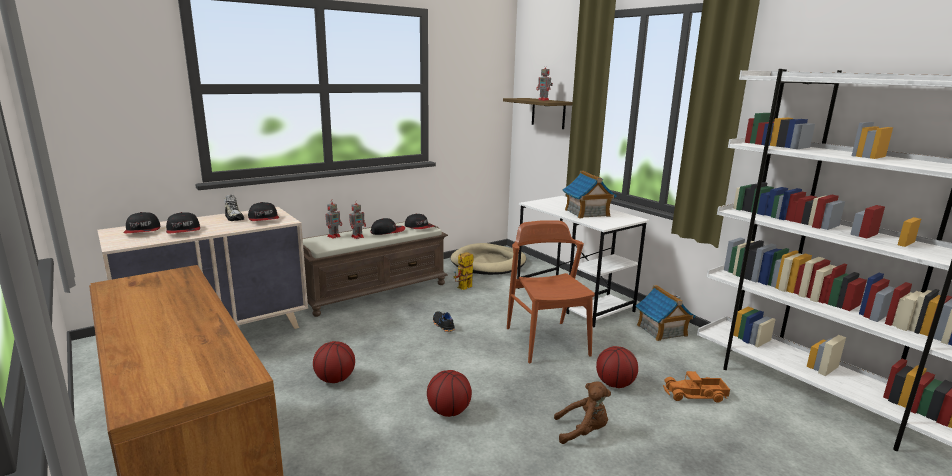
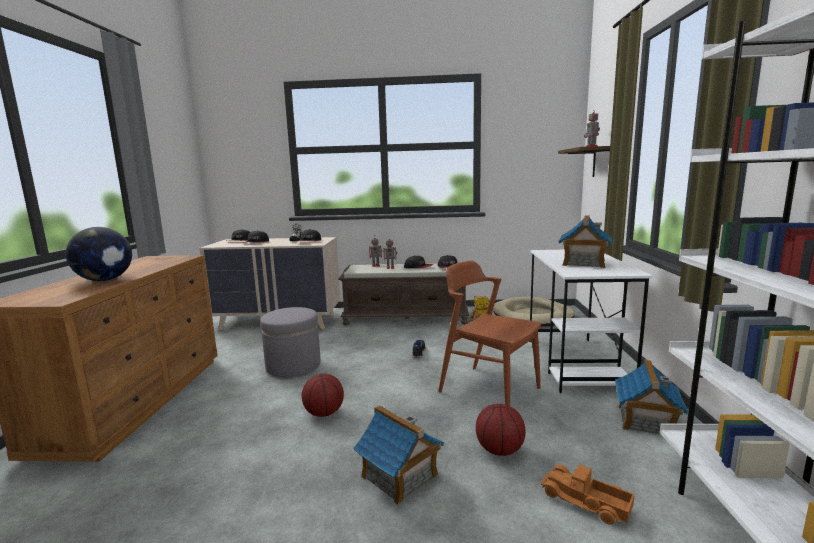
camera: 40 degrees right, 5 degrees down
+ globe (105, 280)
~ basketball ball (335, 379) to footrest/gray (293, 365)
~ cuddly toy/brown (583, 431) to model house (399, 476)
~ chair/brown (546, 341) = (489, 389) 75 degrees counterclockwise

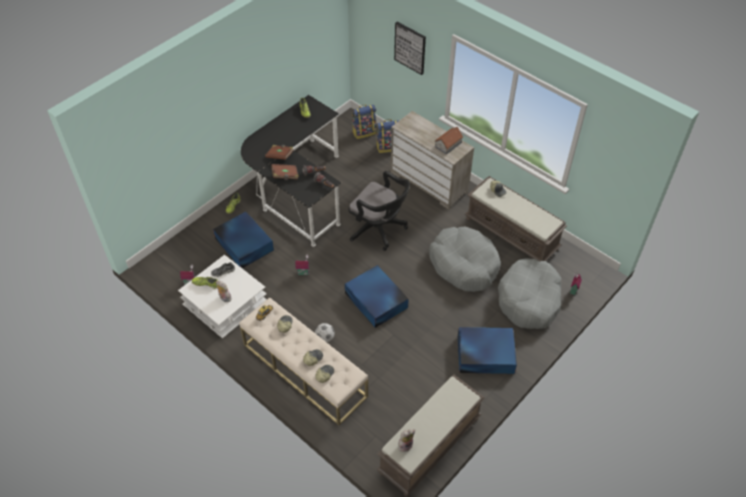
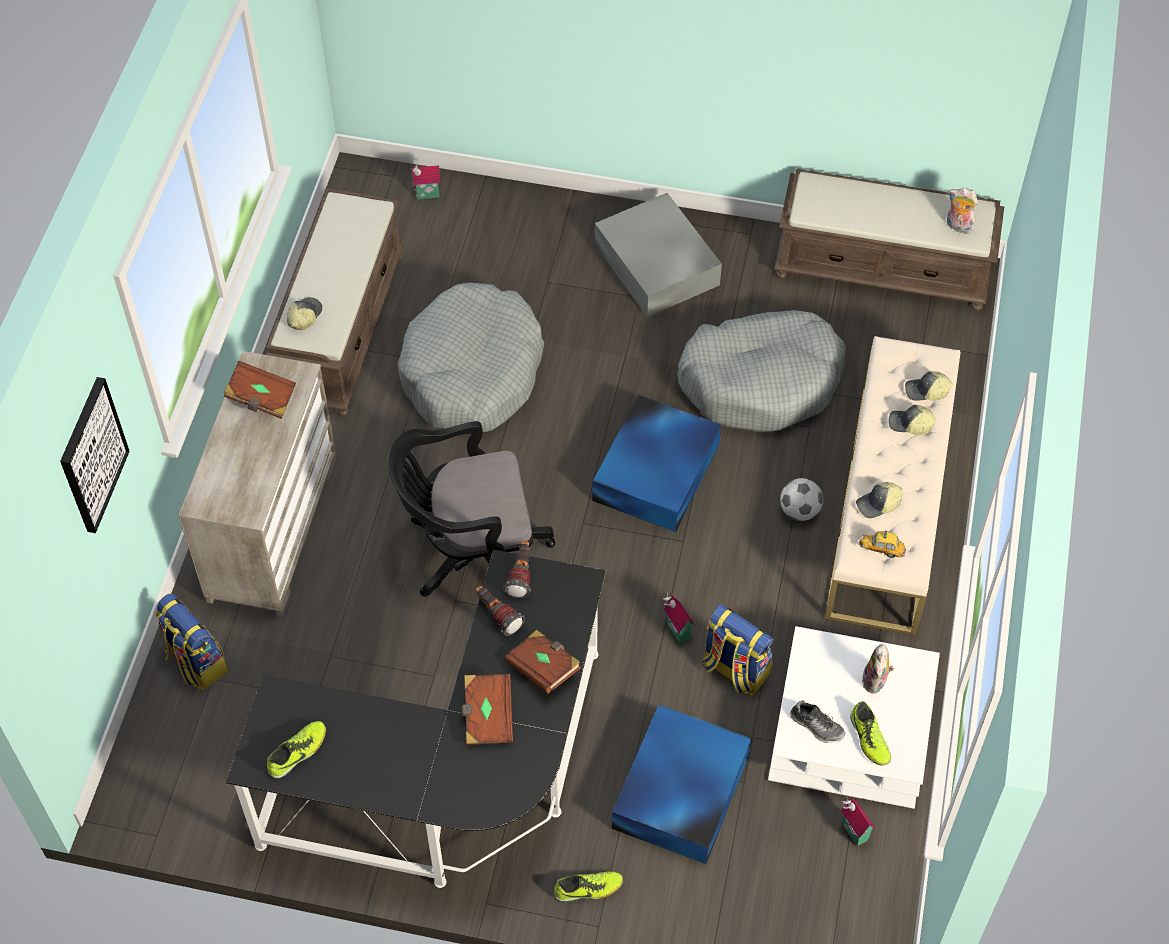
camera: 120 degrees left, 5 degrees up
~ rucksack (364, 132) to (734, 670)
~ dog bed/gray (529, 300) to (761, 381)
~ model house (448, 144) to book/brown (261, 398)
~ storage bin/blue-coloured (484, 354) to storage bin/gray (657, 266)
~ office chair/black (379, 229) = (471, 554) 105 degrees counterclockwise

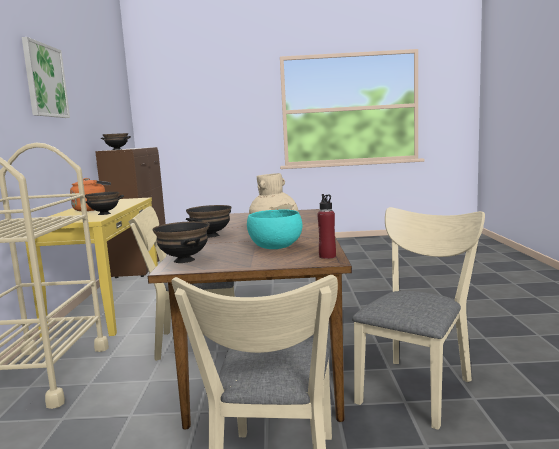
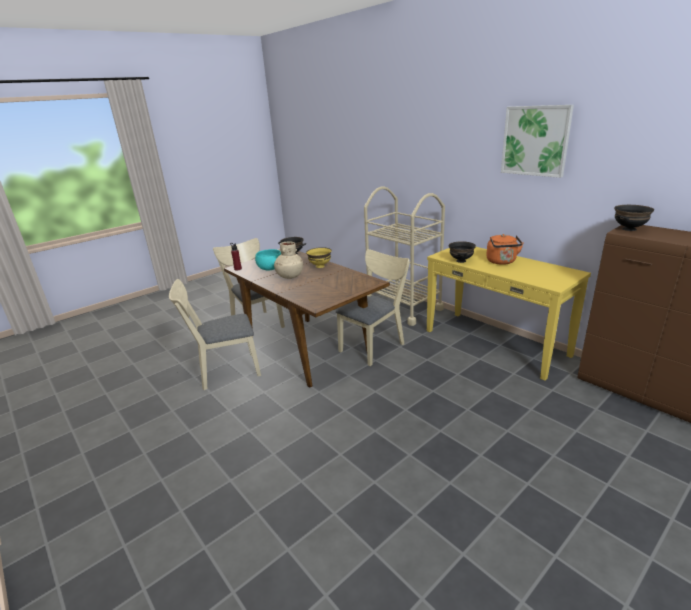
camera: 140 degrees right, 15 degrees up
~ serving bowl/black (210, 235) to serving bowl/yellow (320, 266)
~ chair/beige-coloured (417, 386) = (224, 372) 75 degrees clockwise

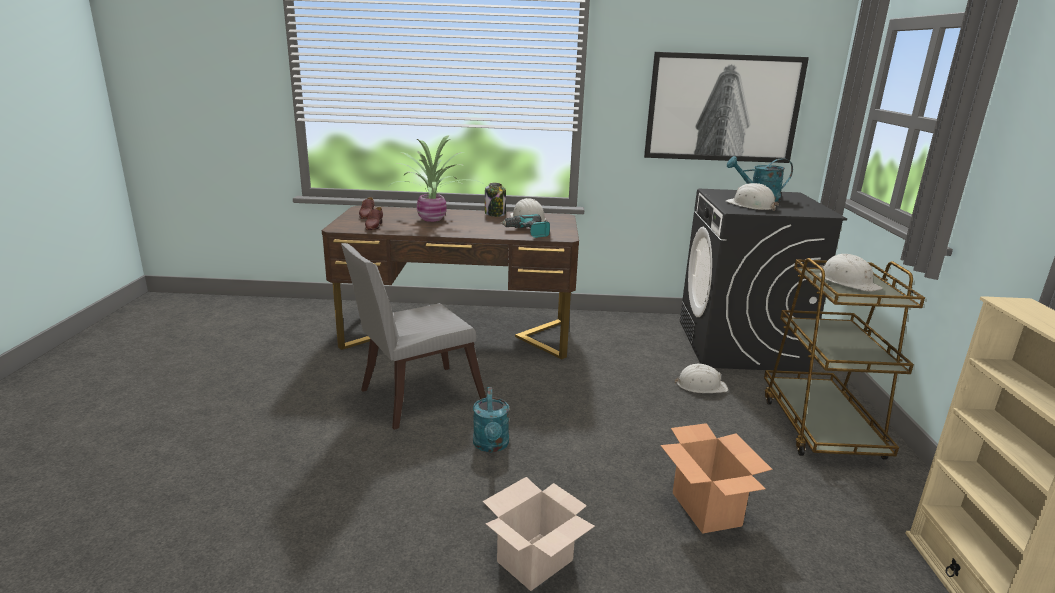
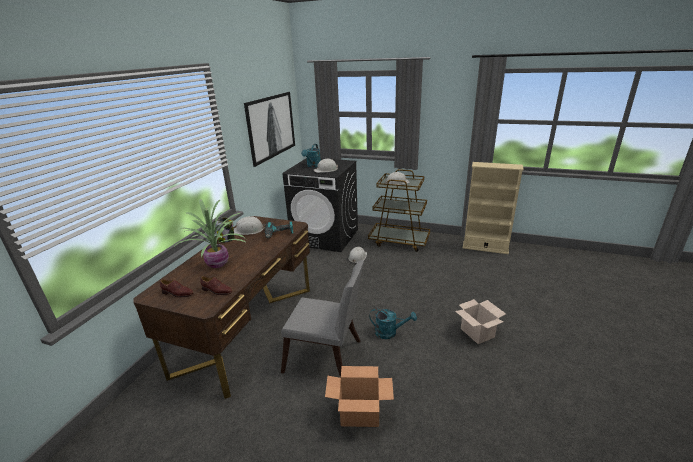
camera: 70 degrees left, 5 degrees up
~ packing box (707, 509) to (360, 414)
~ chair/gray (414, 398) = (327, 358) 60 degrees counterclockwise

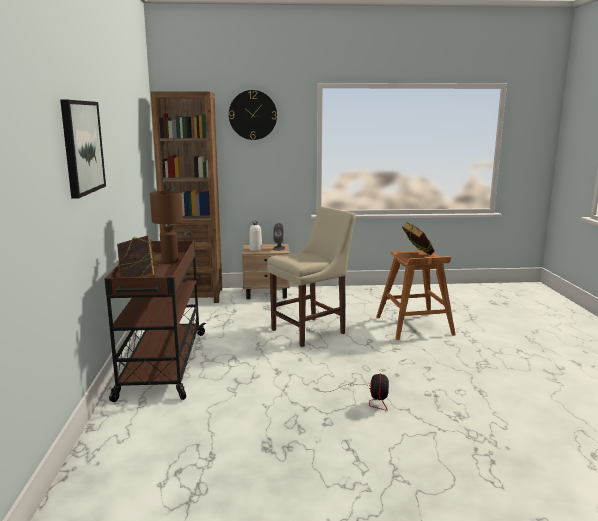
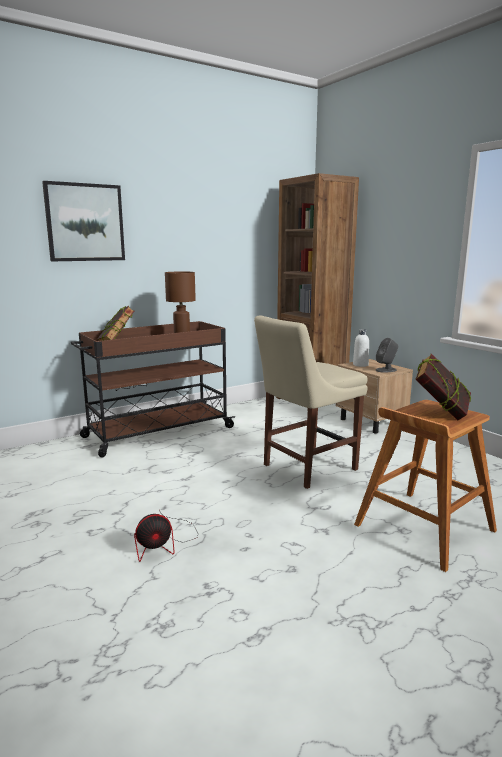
camera: 60 degrees right, 0 degrees up
- hanging clock (253, 115)
~ chair/beige-coloured (311, 331) = (306, 468) 120 degrees clockwise

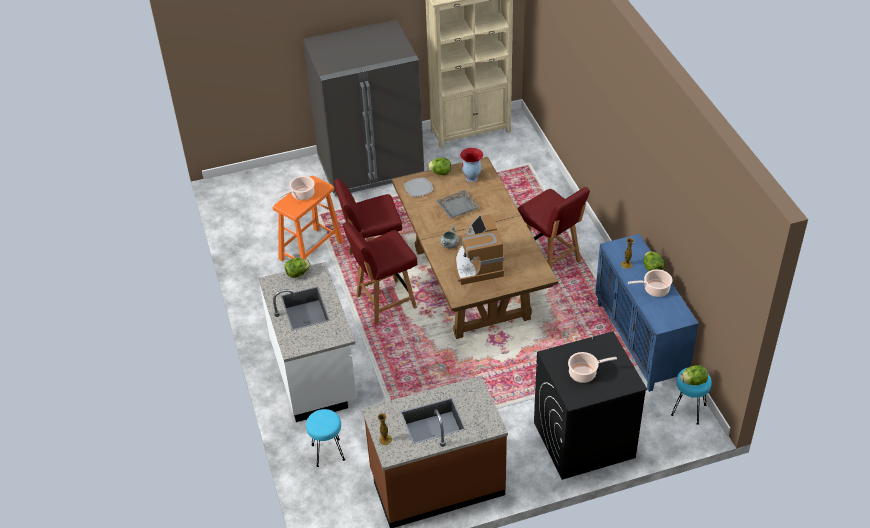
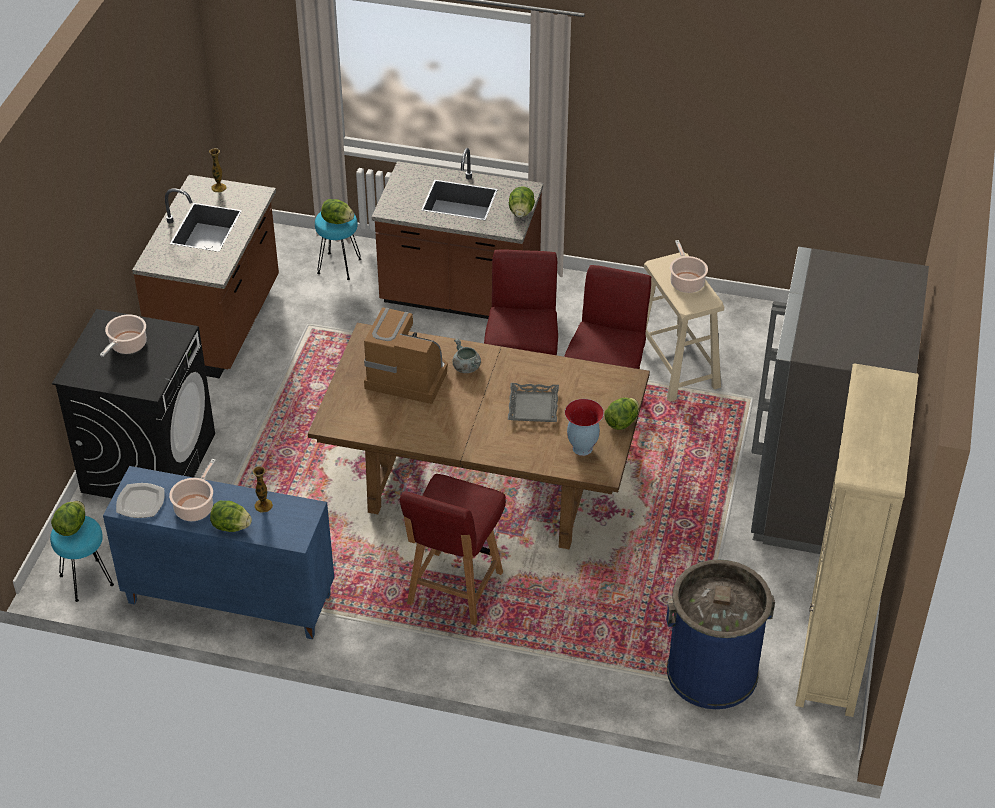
camera: 120 degrees right, 0 degrees up
+ head of lettuce (337, 221)
+ rubbish bin/blue-coloured (712, 671)
~ dinner plate (419, 188) to (140, 502)
~ kitchen base unit/white-coloured (315, 372) to kitchen base unit/brown (460, 296)
~ stool seat/orange (311, 250) to stool seat/beige-coloured (676, 367)
~ chair/red (550, 261) = (454, 590) 60 degrees counterclockwise

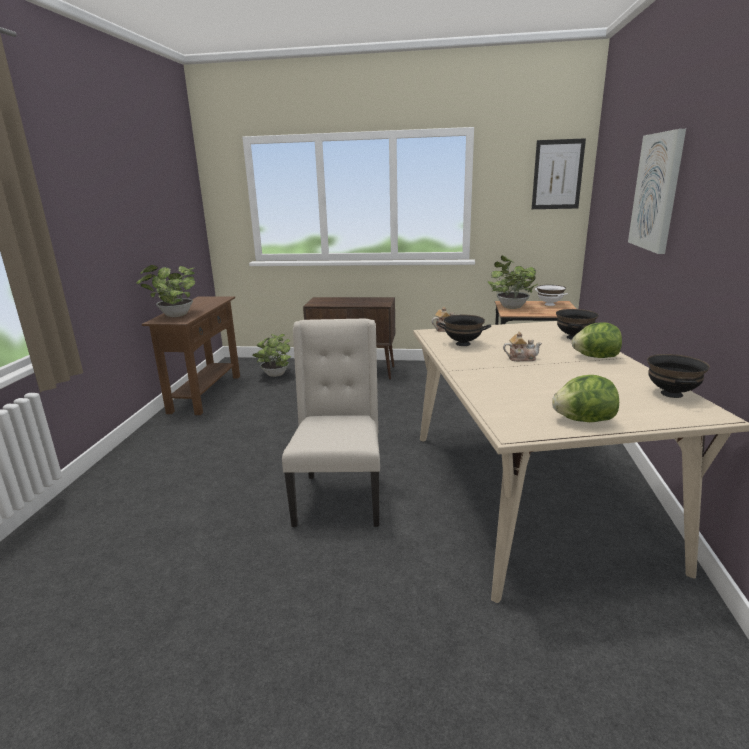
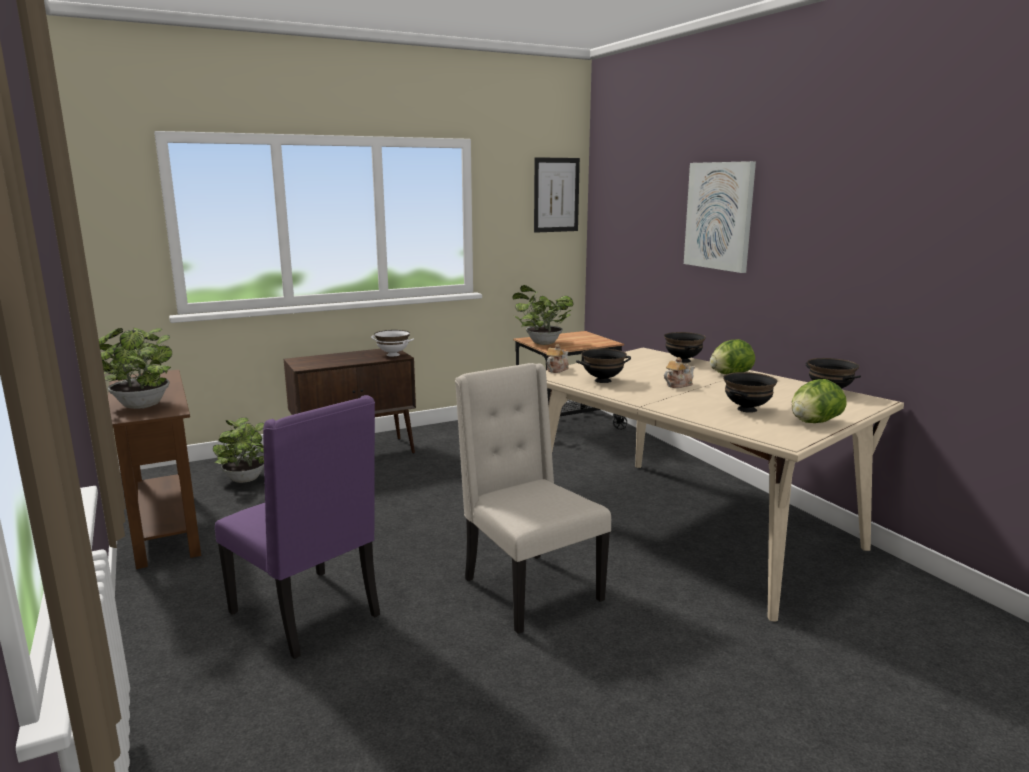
camera: 35 degrees left, 5 degrees down
+ chair/purple (309, 614)
+ serving bowl/black (746, 409)
~ serving bowl/white-coloured (550, 304) to (393, 355)

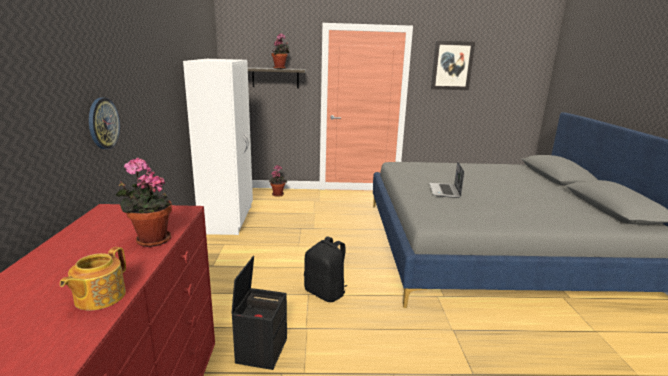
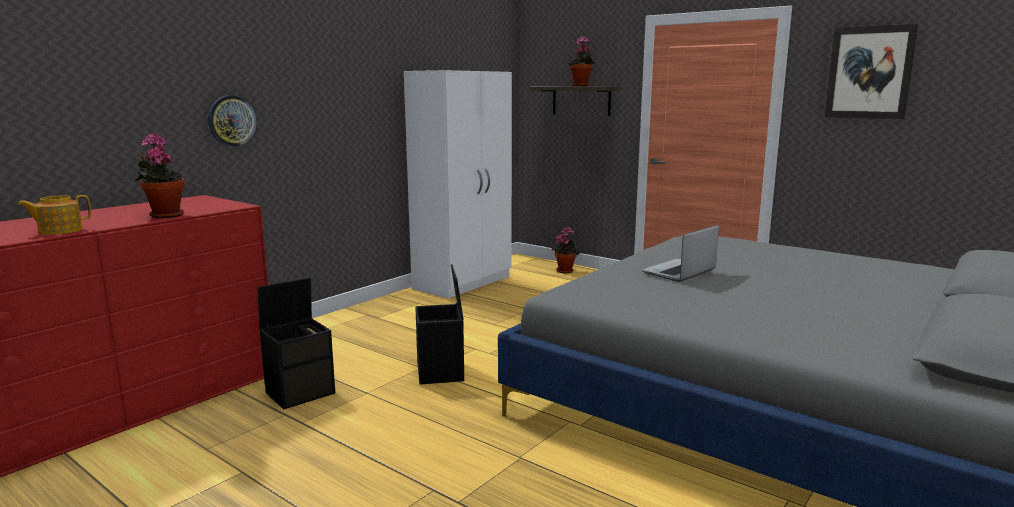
camera: 40 degrees right, 5 degrees down
~ rucksack/black (325, 293) to storage bin/black (441, 372)

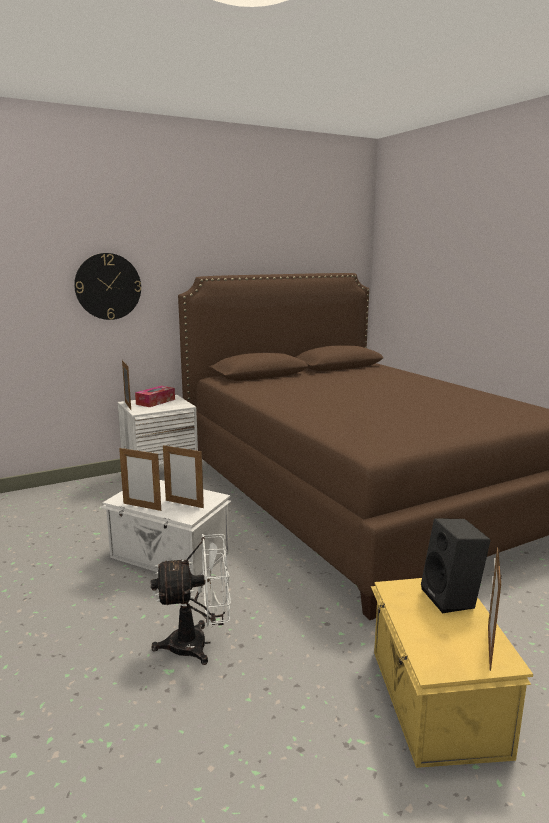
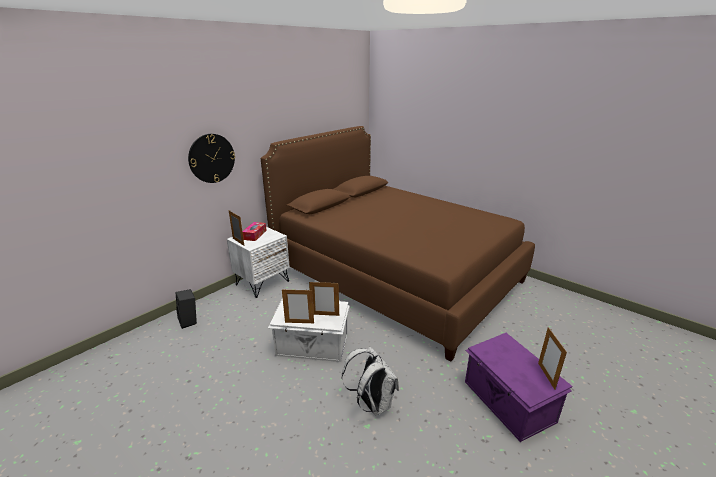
camera: 20 degrees left, 10 degrees up
~ loudspeaker/black (452, 599) to (190, 321)
~ electric fan/white-coloured (198, 644) to rucksack/white-coloured (372, 403)
~ storage bin/yellow (434, 701) to storage bin/purple (507, 402)

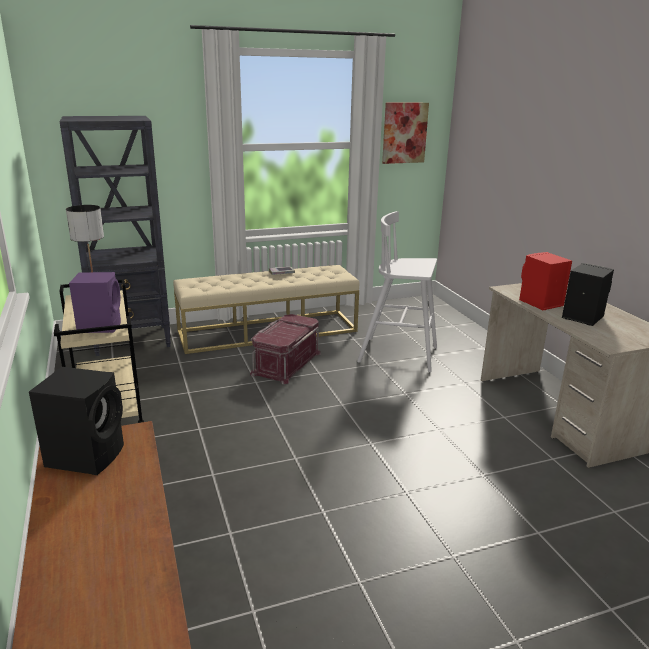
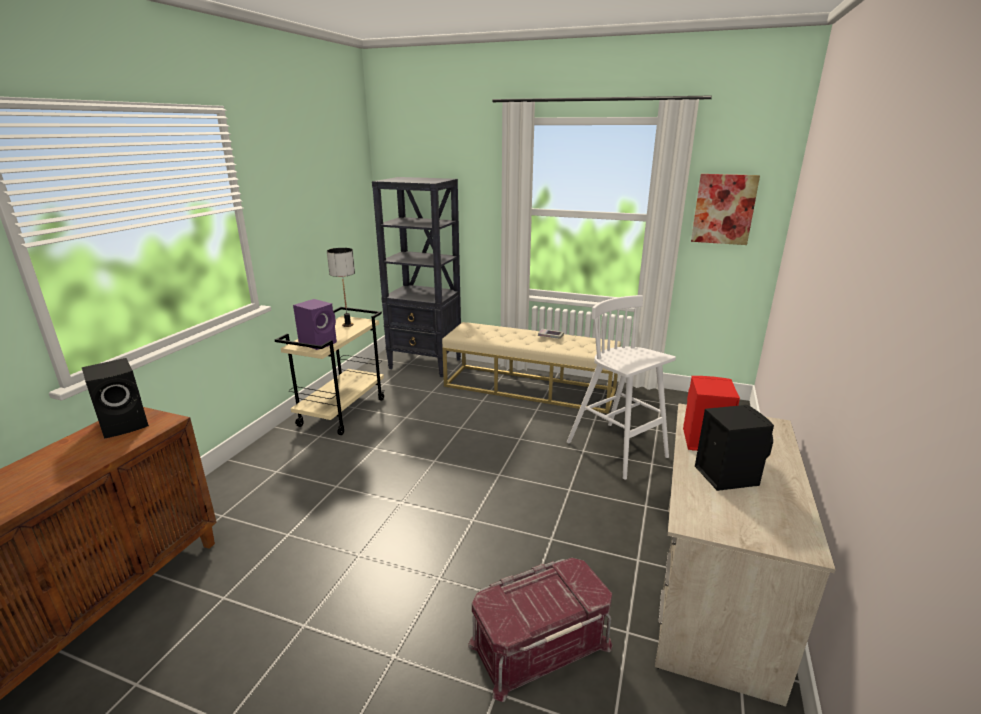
camera: 40 degrees right, 0 degrees up
~ storage bin/red (285, 363) to (539, 643)

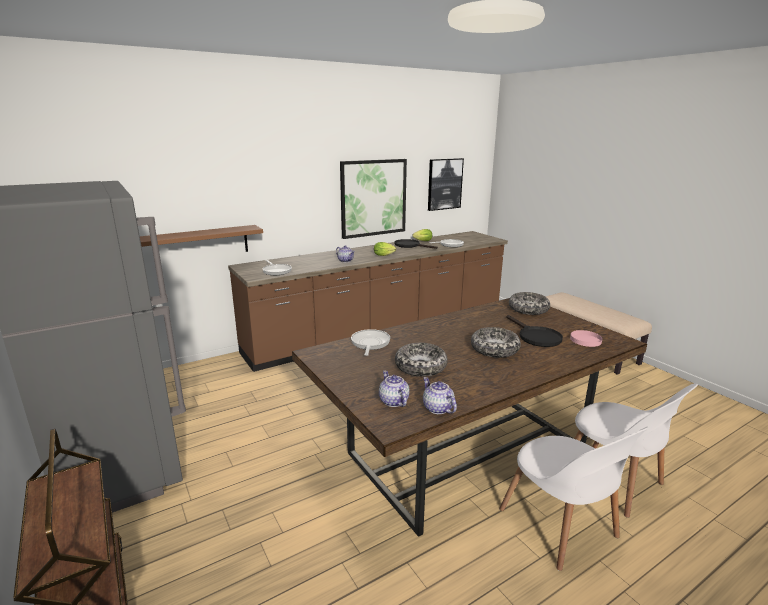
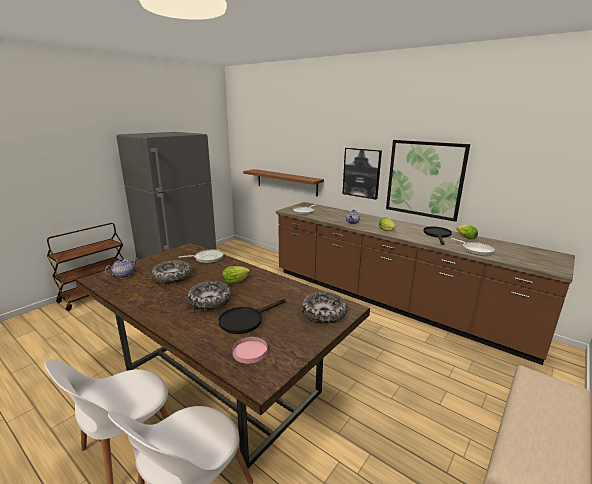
camera: 70 degrees right, 0 degrees up
- pot for tea (438, 408)
+ head of lettuce (236, 281)
~ wall picture (444, 184) to (361, 173)

